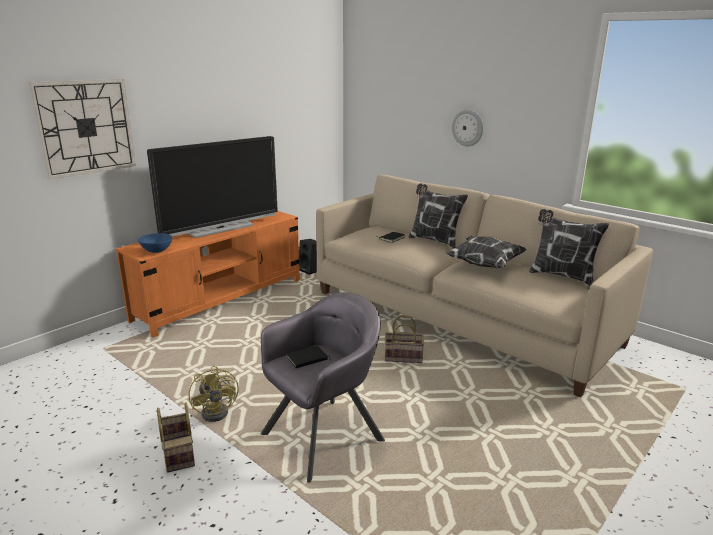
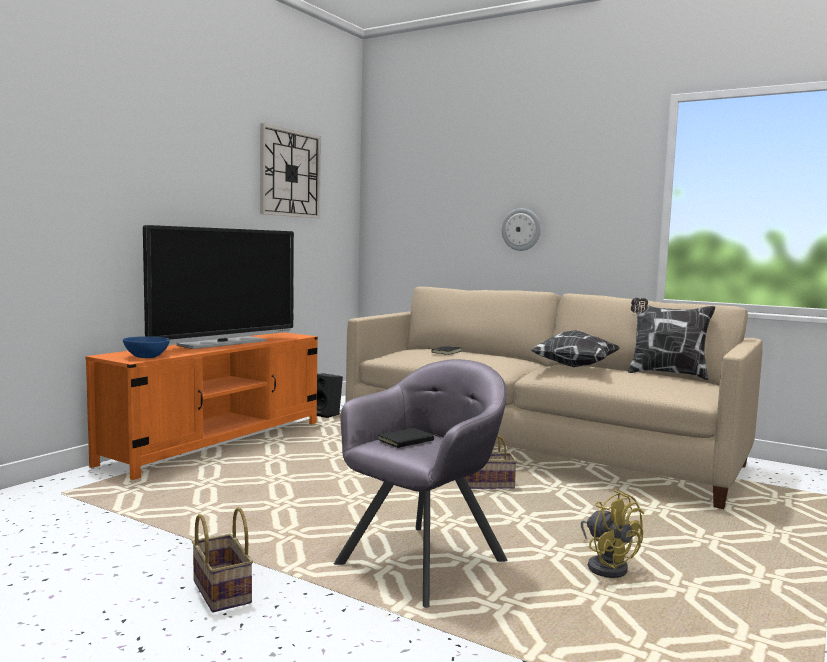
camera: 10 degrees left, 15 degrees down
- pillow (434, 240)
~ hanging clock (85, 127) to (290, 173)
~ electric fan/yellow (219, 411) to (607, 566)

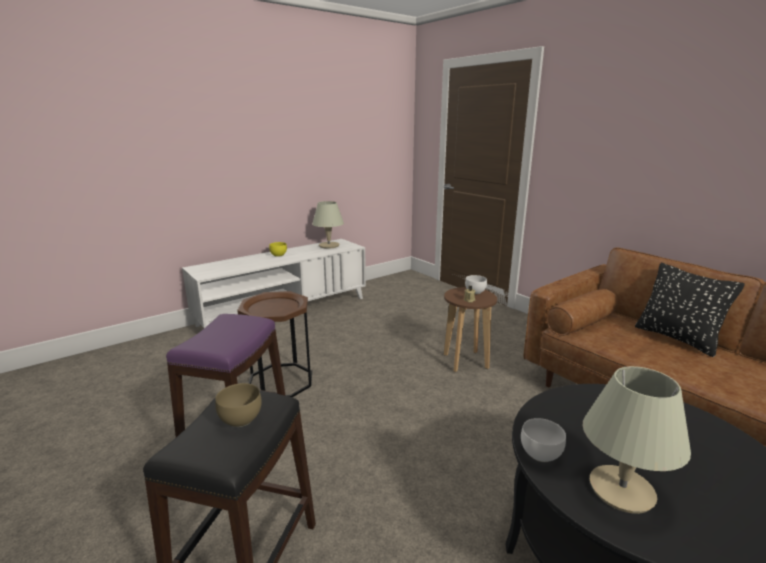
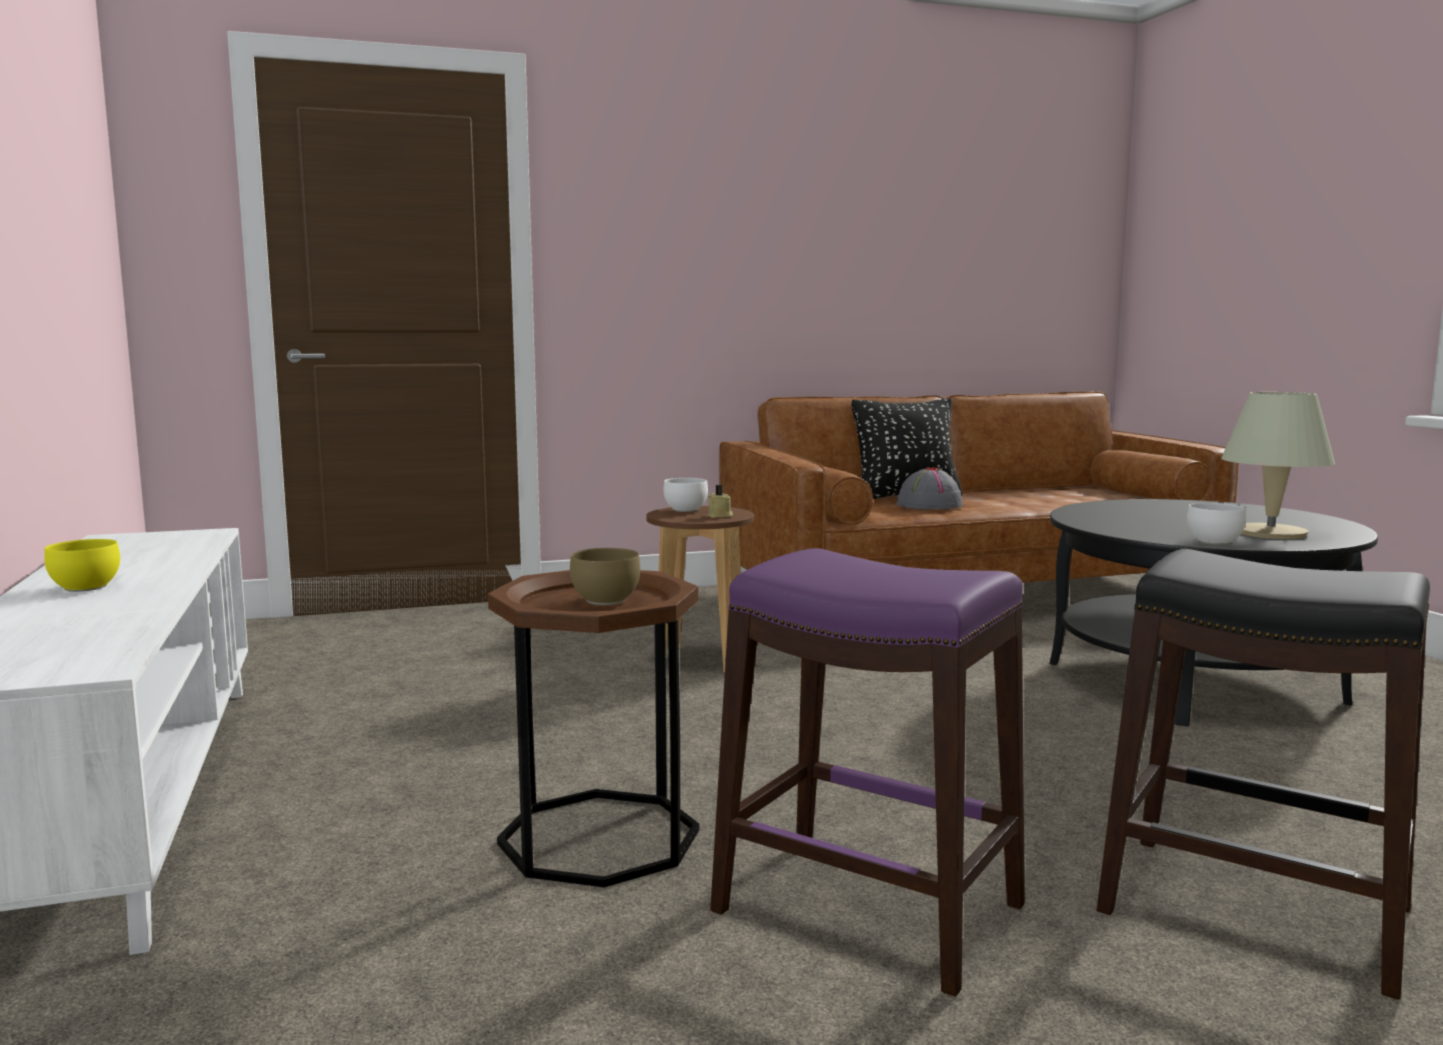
camera: 70 degrees left, 10 degrees down
- tabletop lamp/beige-coloured (329, 245)
+ clothing hat/gray (928, 506)
~ serving bowl/brown (242, 419) to (606, 600)

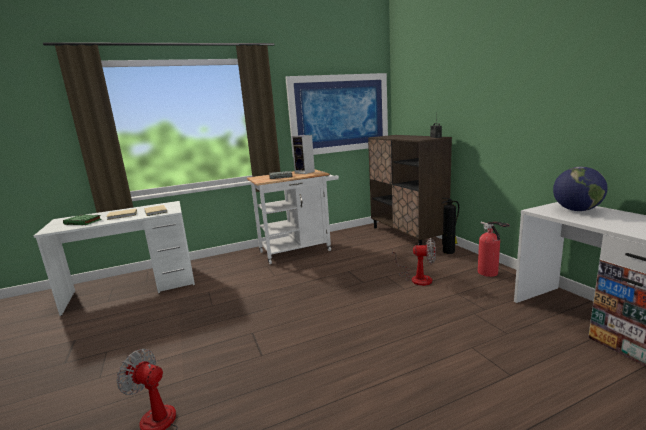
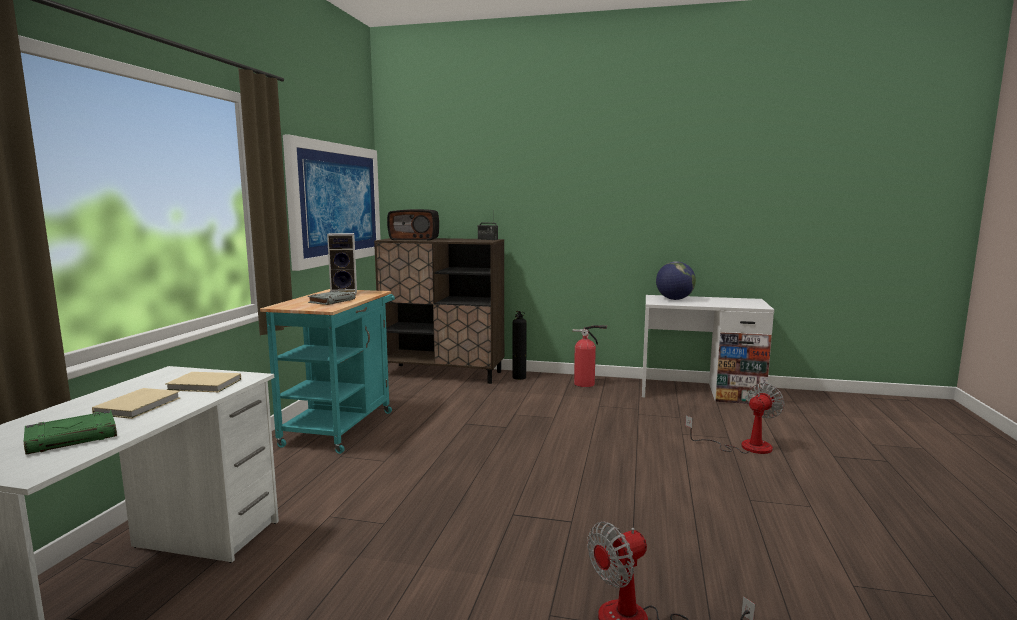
camera: 55 degrees left, 5 degrees down
+ radio set (415, 239)
~ electric fan (416, 278) to (744, 447)
~ trolley/white-coloured (299, 250) to trolley/turquoise-coloured (342, 425)

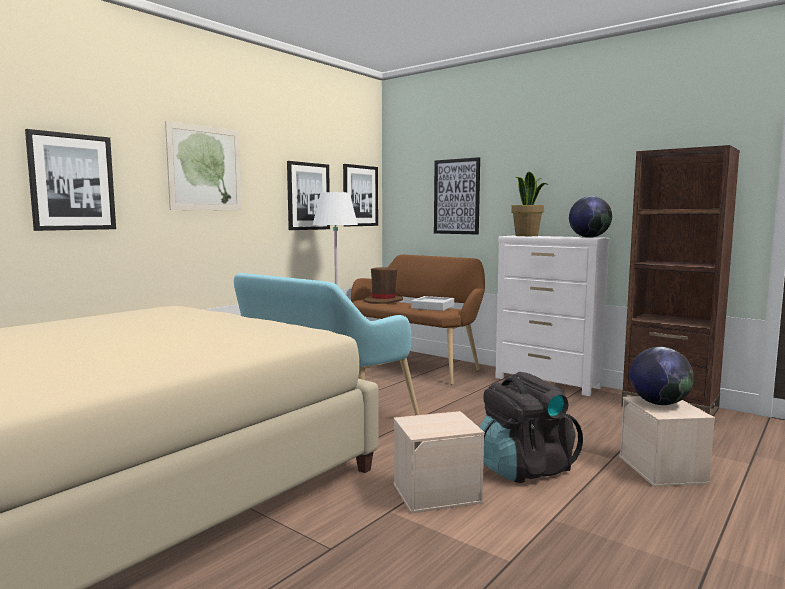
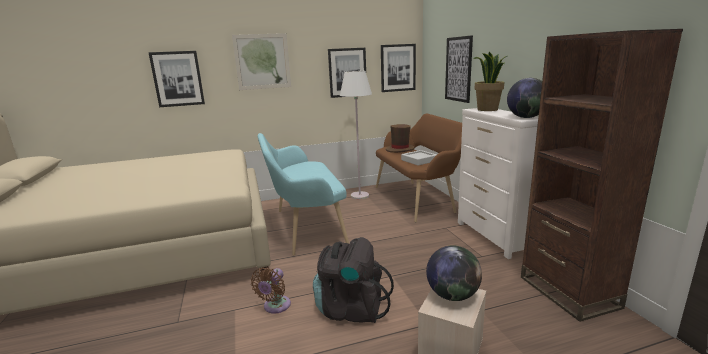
camera: 35 degrees right, 10 degrees up
~ storage bin/beige-coloured (437, 492) to electric fan/brown (275, 307)

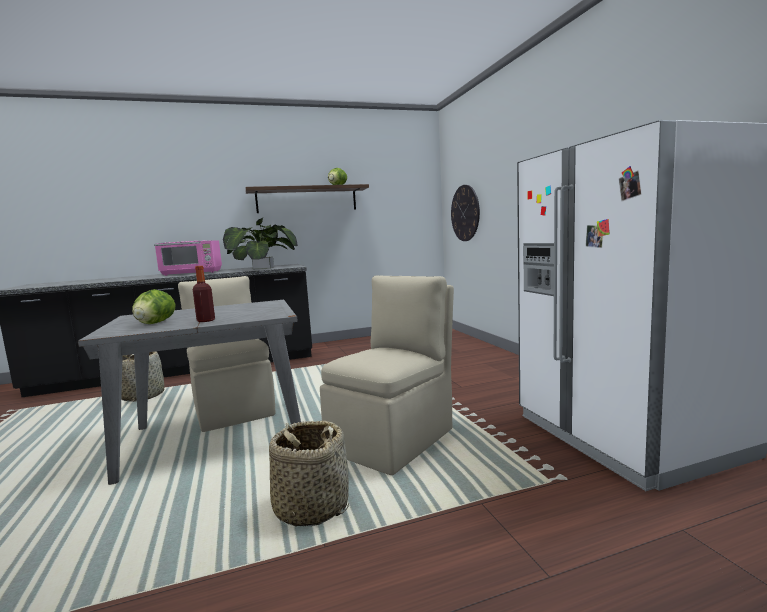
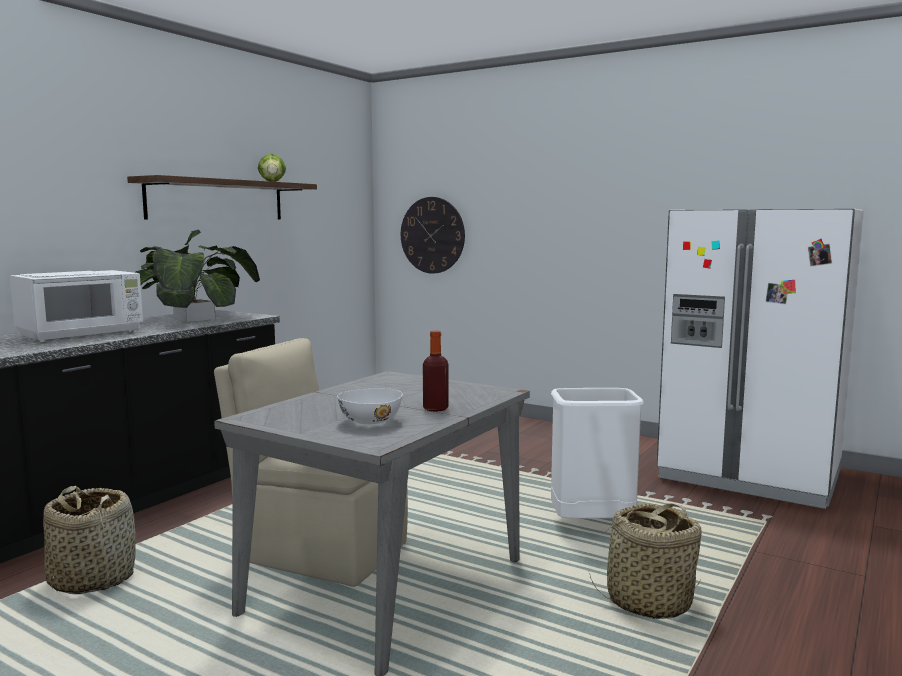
camera: 40 degrees left, 0 degrees up
~ head of lettuce (155, 323) to serving bowl/white-coloured (370, 421)
~ chair/beige-coloured (394, 438) to rubbish bin/white-coloured (592, 526)
~ microwave/pink (192, 273) to microwave/white-coloured (82, 334)

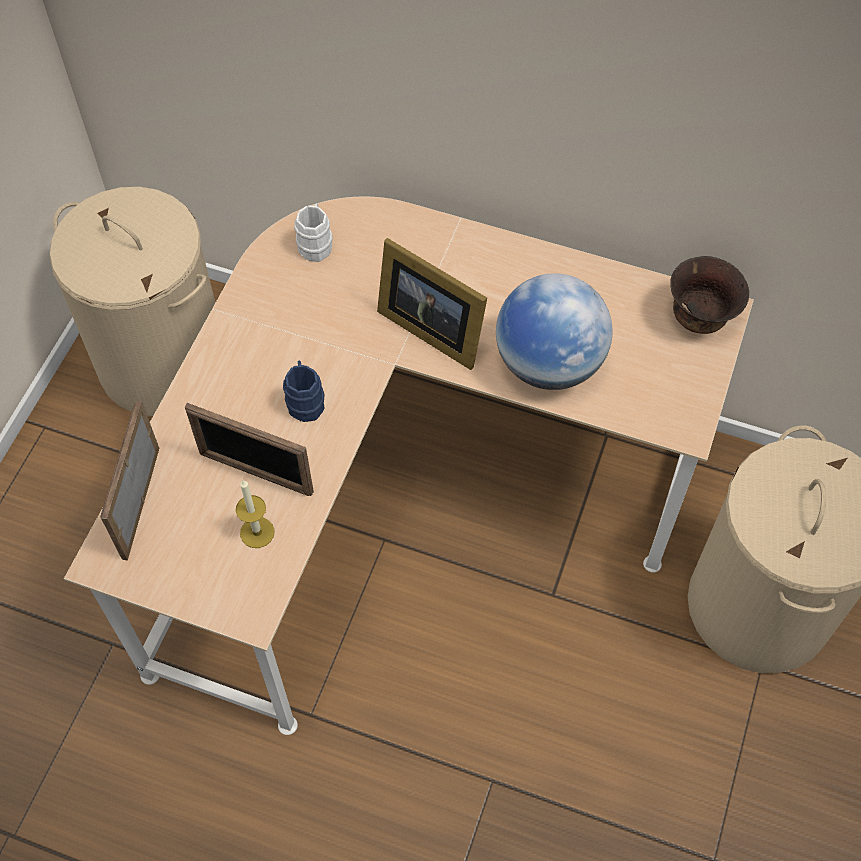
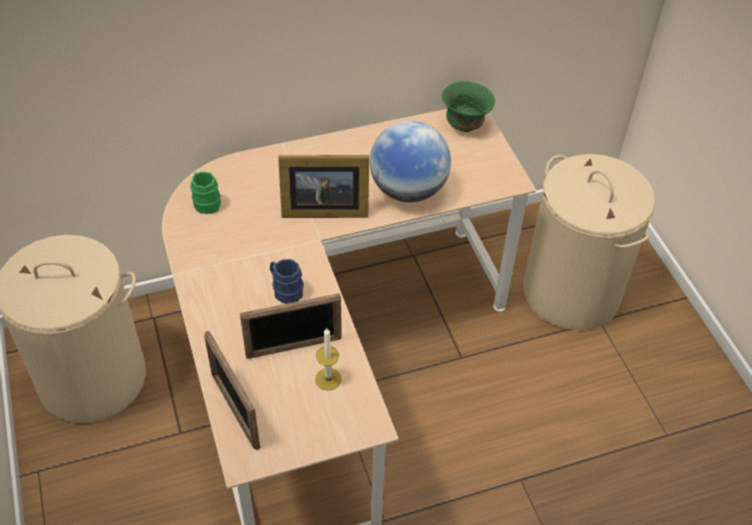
camera: 40 degrees left, 10 degrees down
~ coffee mug/white-coloured (316, 243) to coffee mug/green-coloured (205, 202)
~ serving bowl/brown (699, 318) to serving bowl/green-coloured (465, 124)

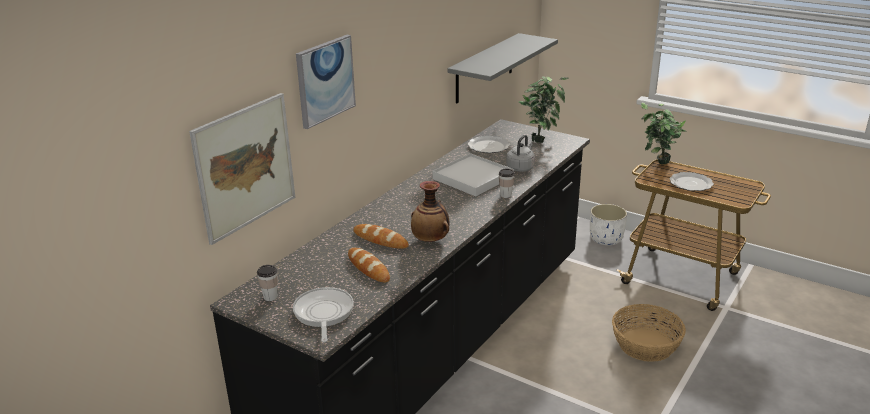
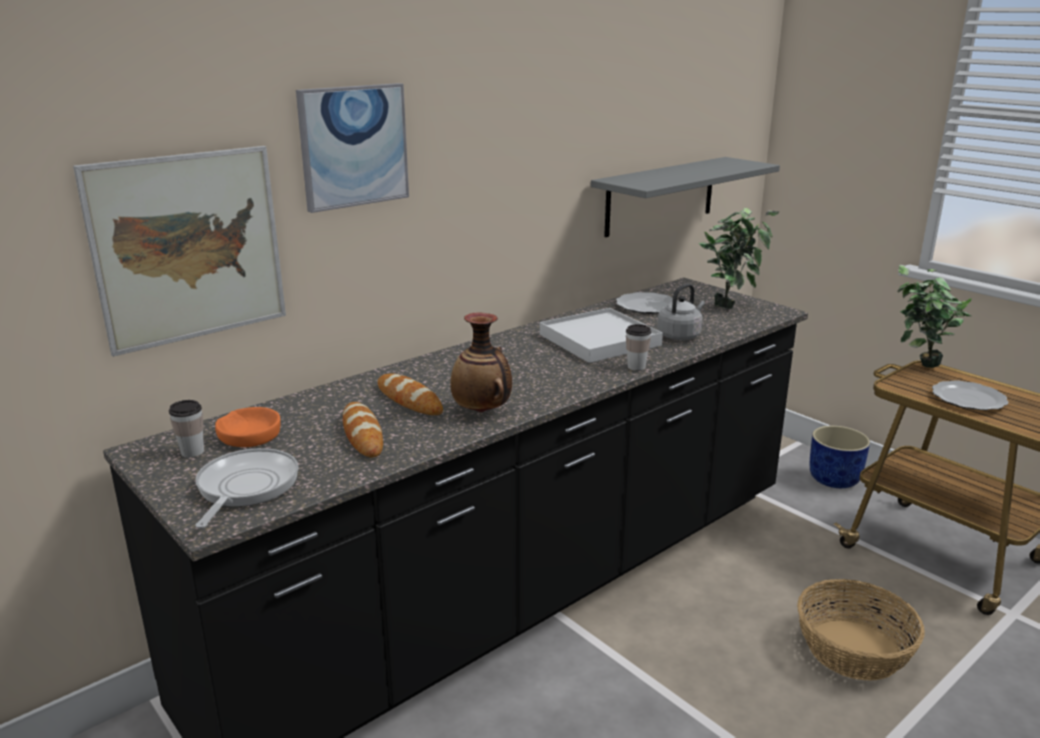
camera: 15 degrees right, 5 degrees down
+ serving bowl/orange (249, 435)
~ plant pot/white-coloured (606, 239) to plant pot/blue-coloured (834, 479)

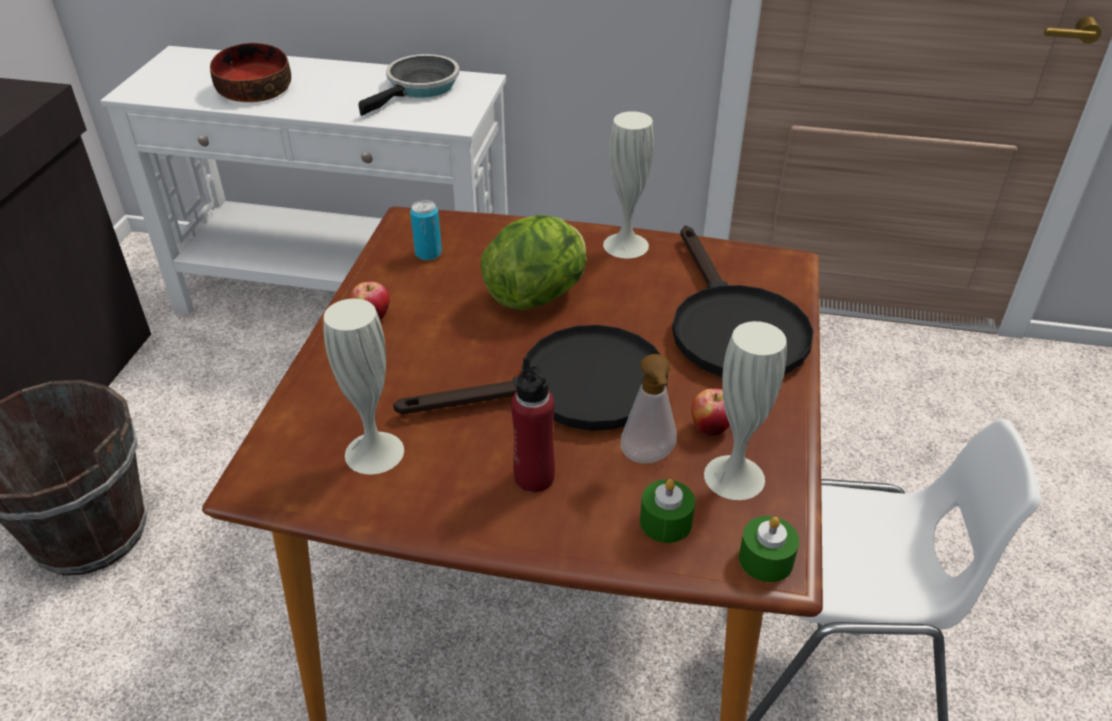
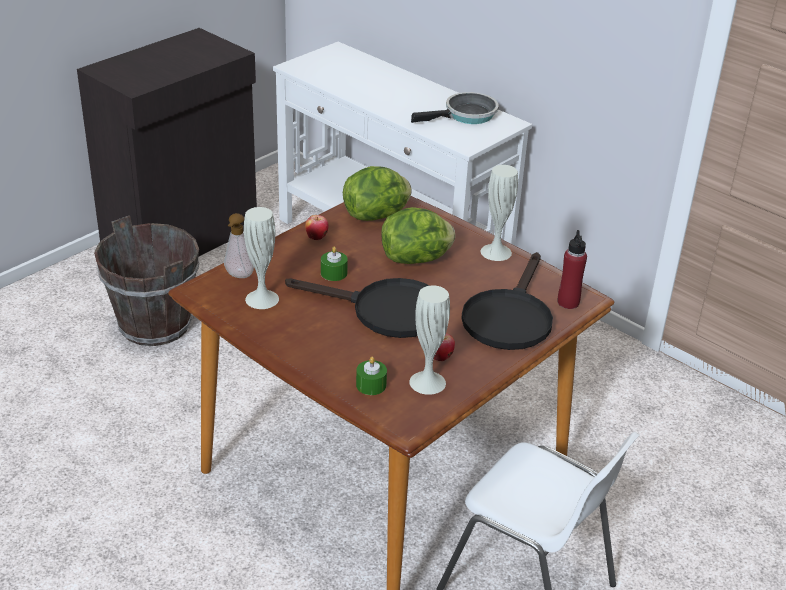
camera: 30 degrees right, 5 degrees down
- serving bowl (254, 90)
~ beverage bottle/red (534, 477) to (568, 302)
~ liquid soap bottle (648, 459) to (238, 276)
~ wax light/green-coloured (765, 560) to (334, 273)
~ can (428, 253) to head of lettuce (377, 216)

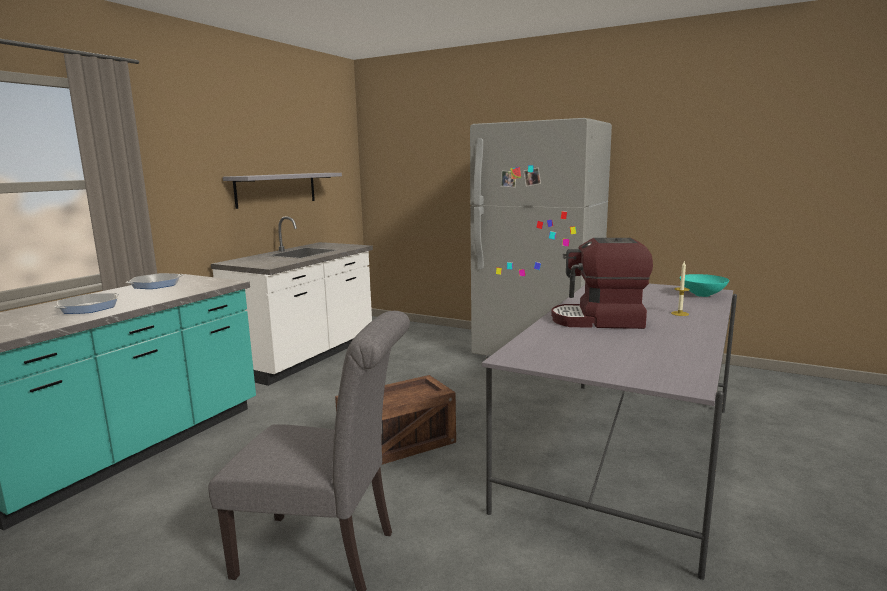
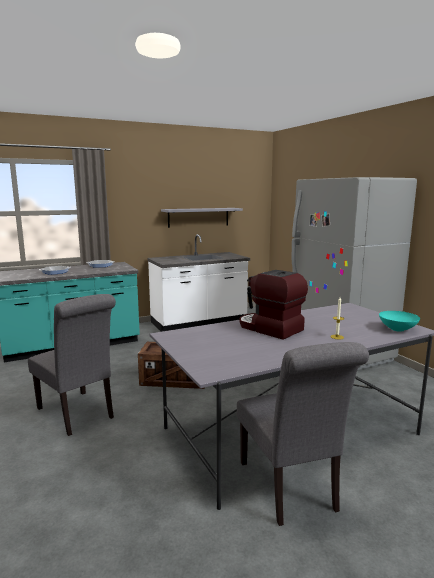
camera: 35 degrees right, 0 degrees up
+ chair/gray (290, 489)

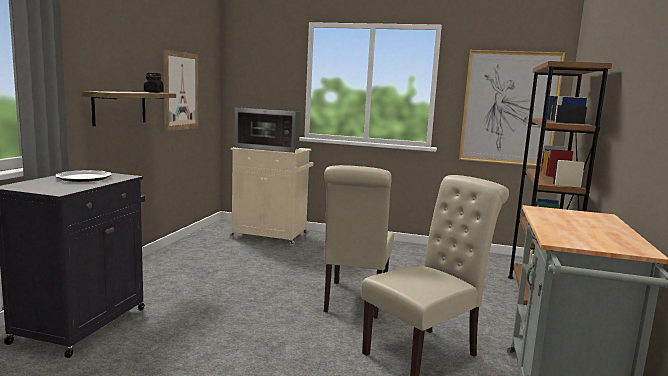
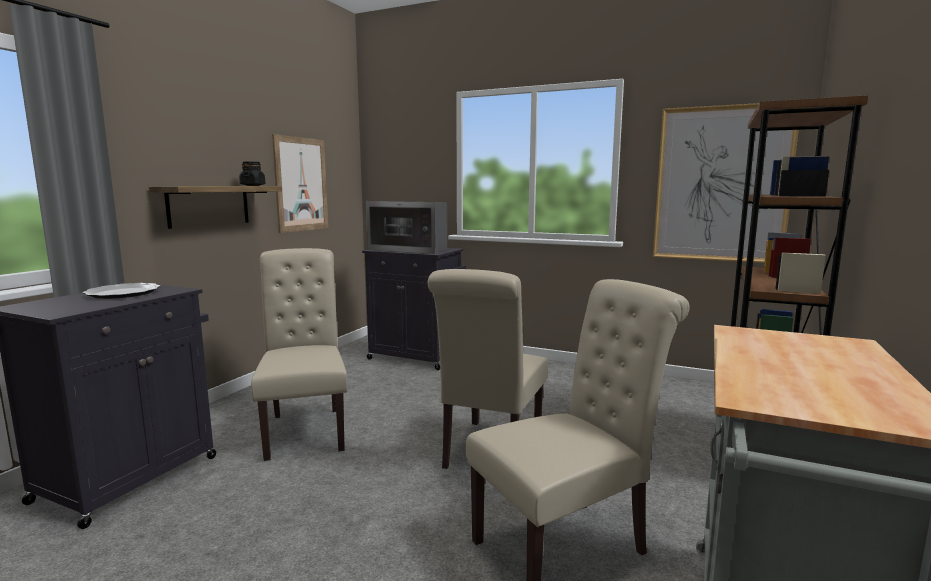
camera: 10 degrees right, 0 degrees up
+ chair/beige-coloured (306, 429)
~ storage cabinet/beige-coloured (271, 236) to storage cabinet/black (417, 357)

